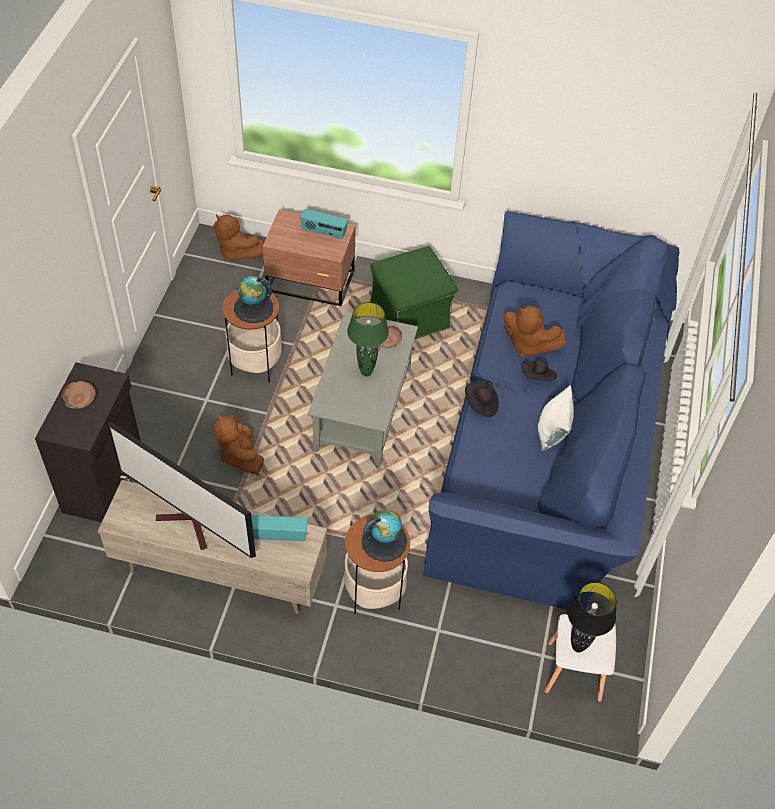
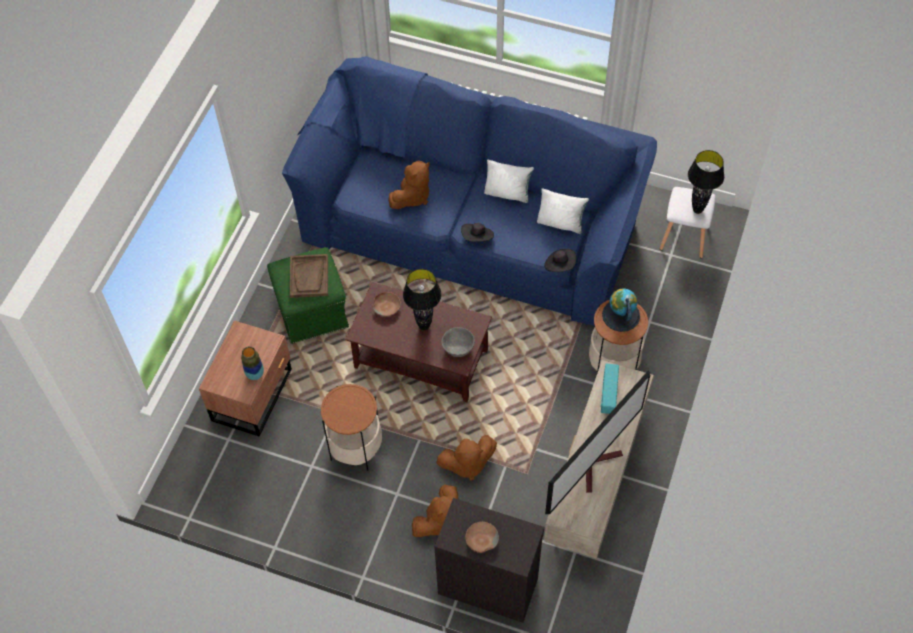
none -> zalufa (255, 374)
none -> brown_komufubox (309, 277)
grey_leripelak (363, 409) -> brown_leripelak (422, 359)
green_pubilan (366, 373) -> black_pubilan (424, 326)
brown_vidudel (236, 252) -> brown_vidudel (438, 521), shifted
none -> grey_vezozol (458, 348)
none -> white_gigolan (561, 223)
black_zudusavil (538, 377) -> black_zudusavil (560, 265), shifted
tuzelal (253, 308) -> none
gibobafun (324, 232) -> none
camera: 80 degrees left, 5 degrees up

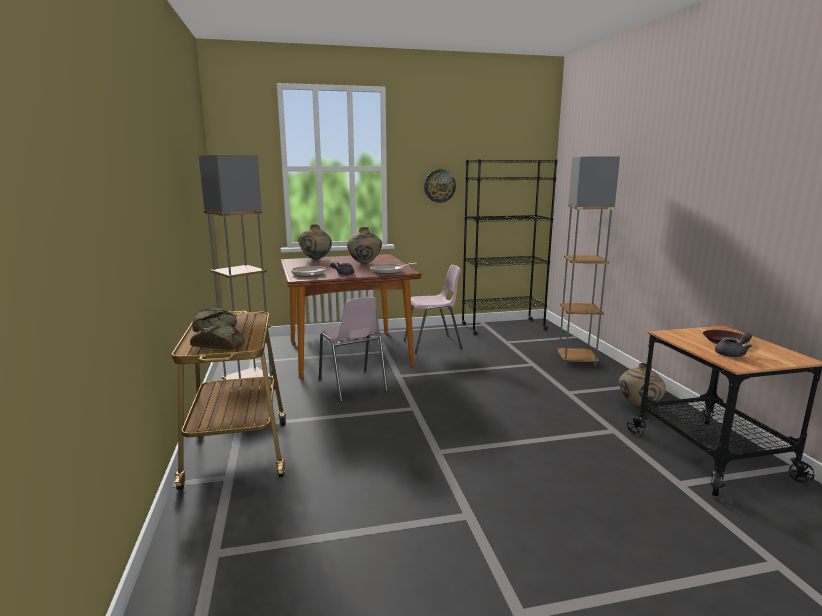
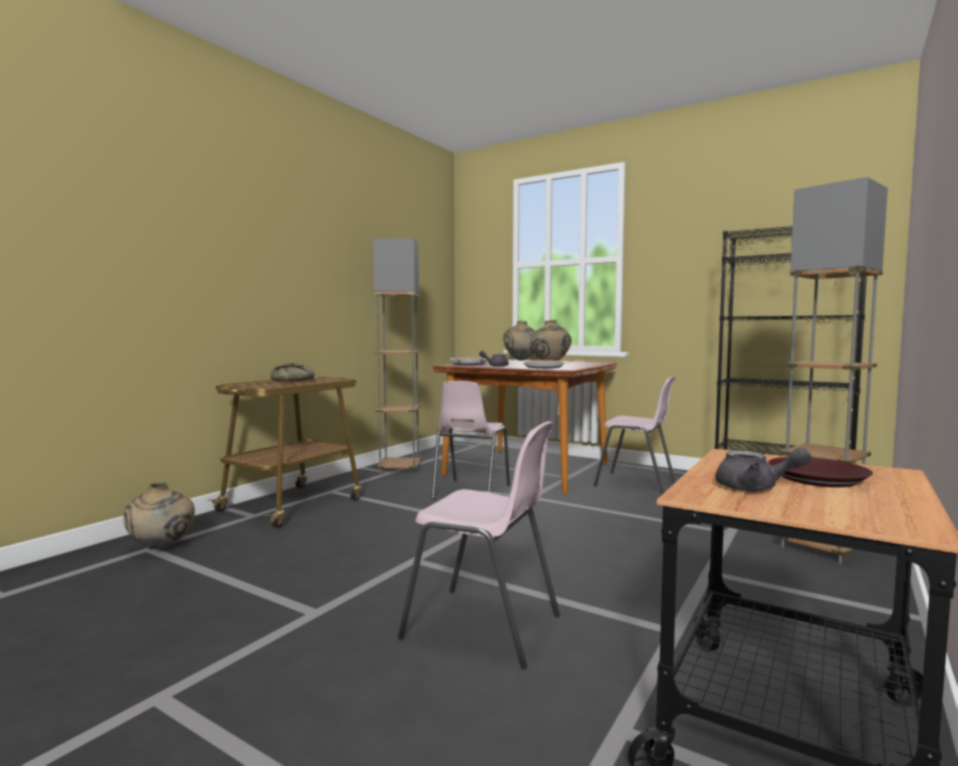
beige_zalufa (639, 407) -> beige_zalufa (162, 548), shifted
none -> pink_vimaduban (484, 627)
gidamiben (220, 345) -> none
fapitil (439, 186) -> none
camera: 45 degrees right, 10 degrees down

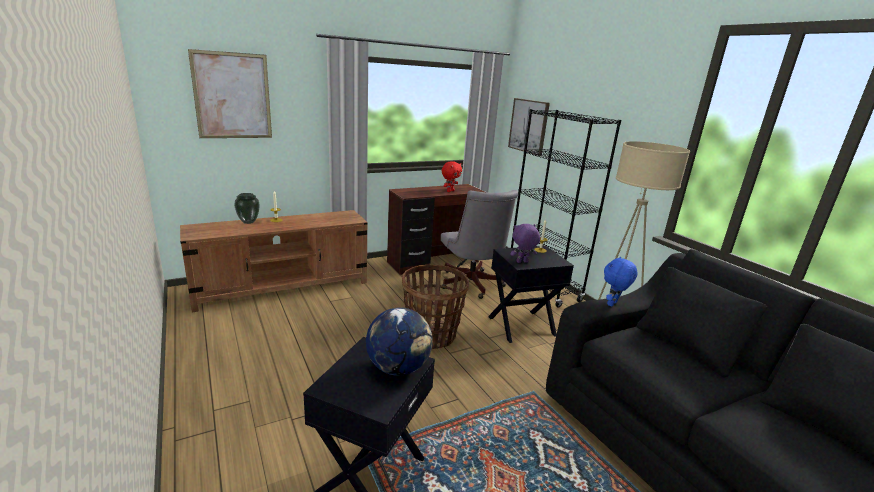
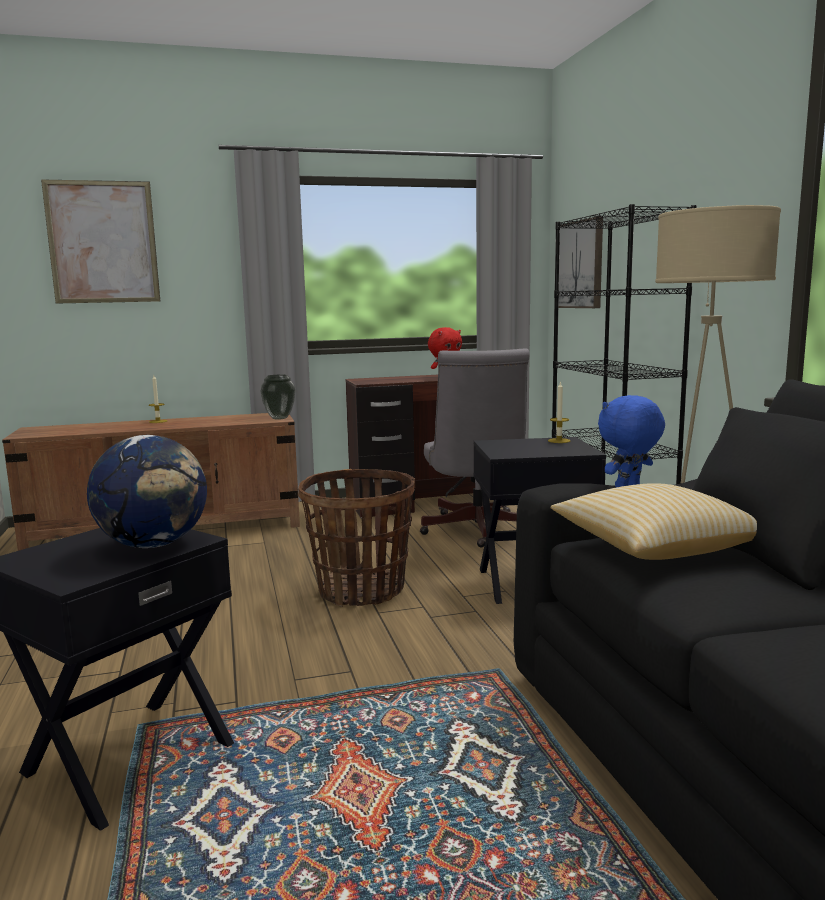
zalufa (249, 222) -> zalufa (280, 418), shifted
none -> gigolan (653, 547)
purple_vidudel (522, 262) -> none
camera: 15 degrees right, 10 degrees down

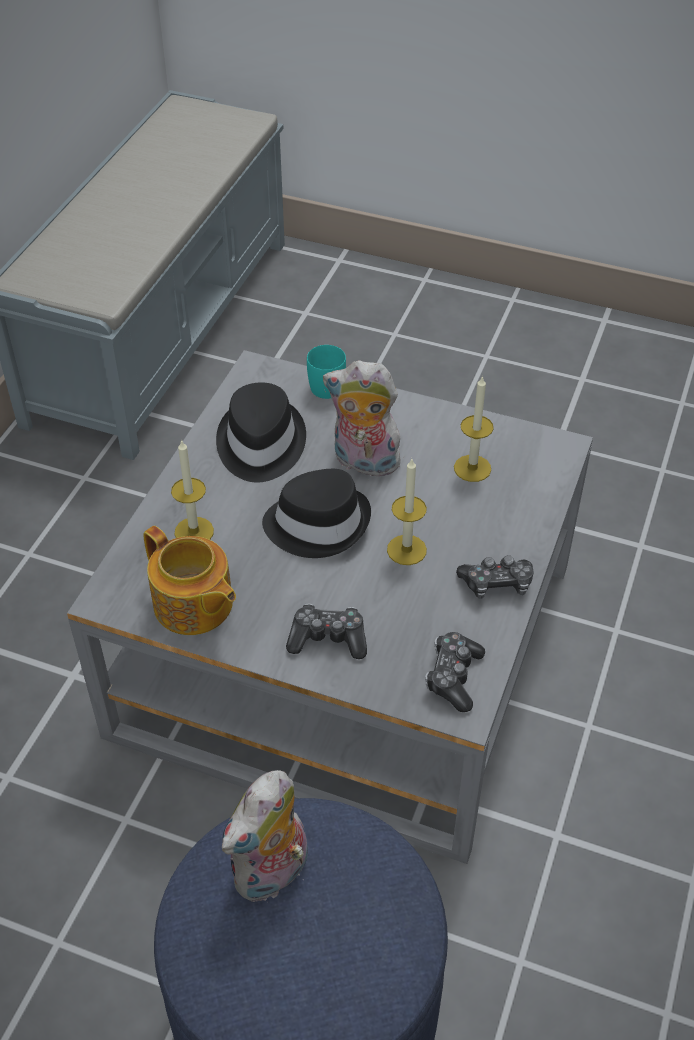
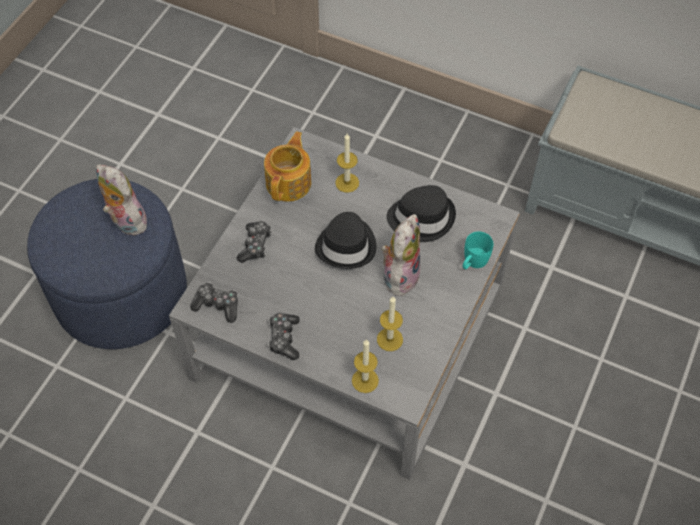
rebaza (193, 606) -> rebaza (289, 182), 150 degrees clockwise
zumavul (406, 550) -> zumavul (365, 380), shifted
camera: 95 degrees right, 10 degrees up

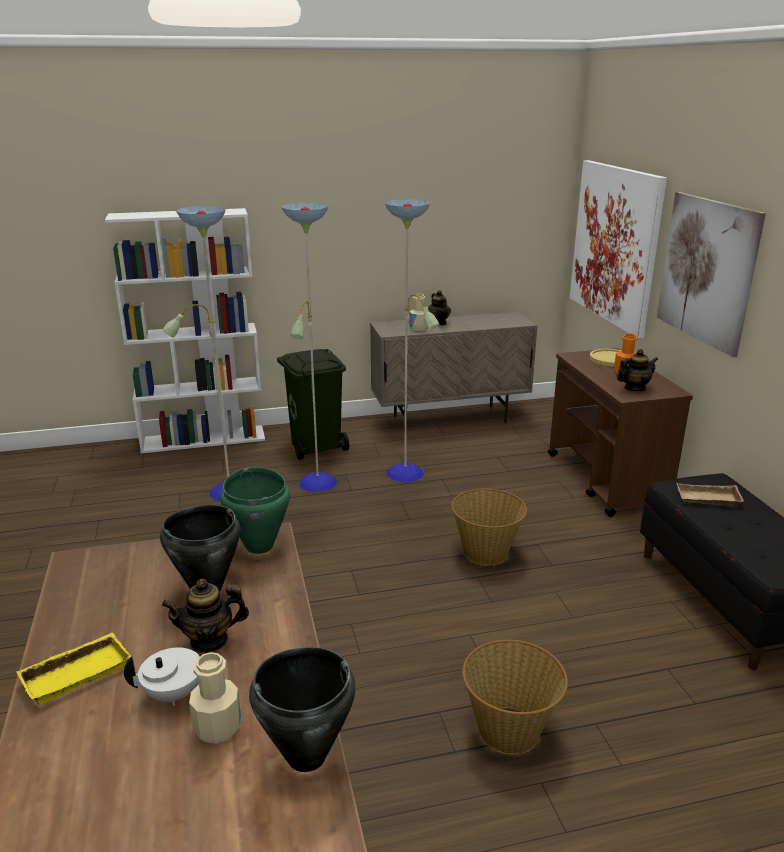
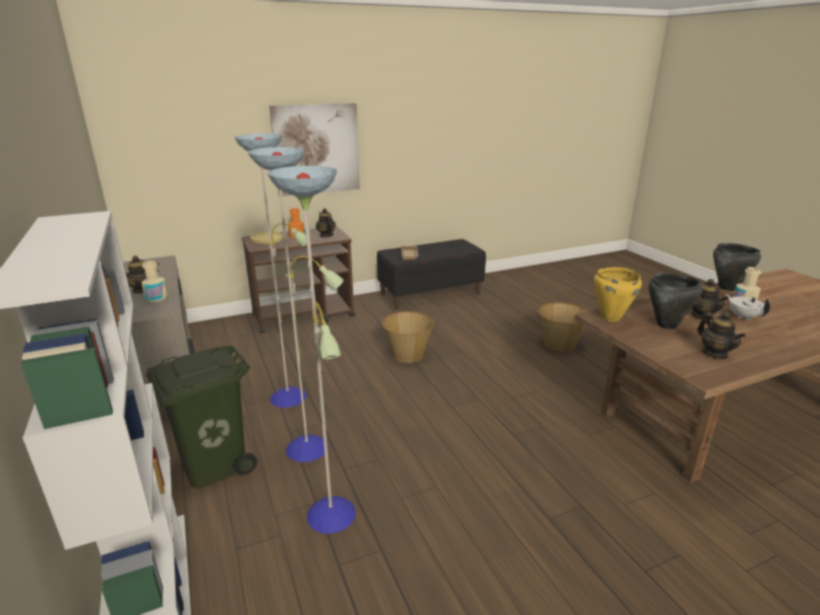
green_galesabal (260, 546) -> yellow_galesabal (610, 317)
none -> rebaza (714, 353)
yellow_komufubox (77, 672) -> none
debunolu (615, 245) -> none
camera: 100 degrees left, 0 degrees up

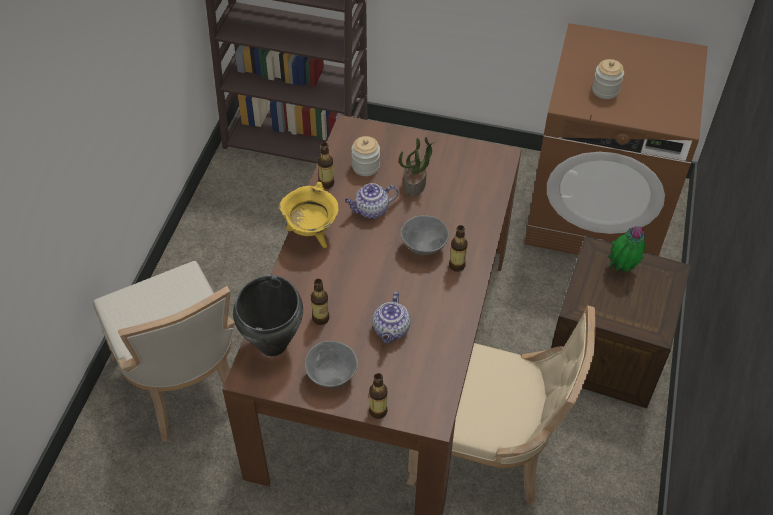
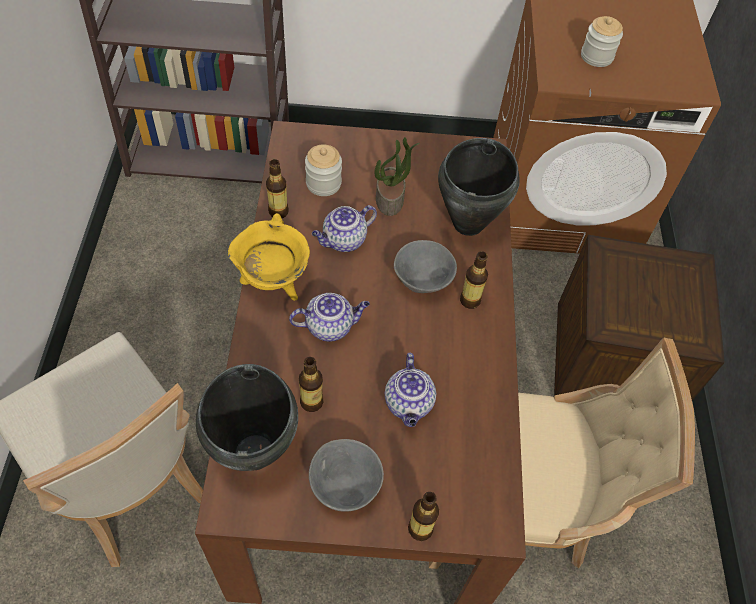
none -> rebaza (330, 326)
none -> black_galesabal (469, 223)
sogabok (621, 269) -> none
camera: 15 degrees left, 5 degrees up

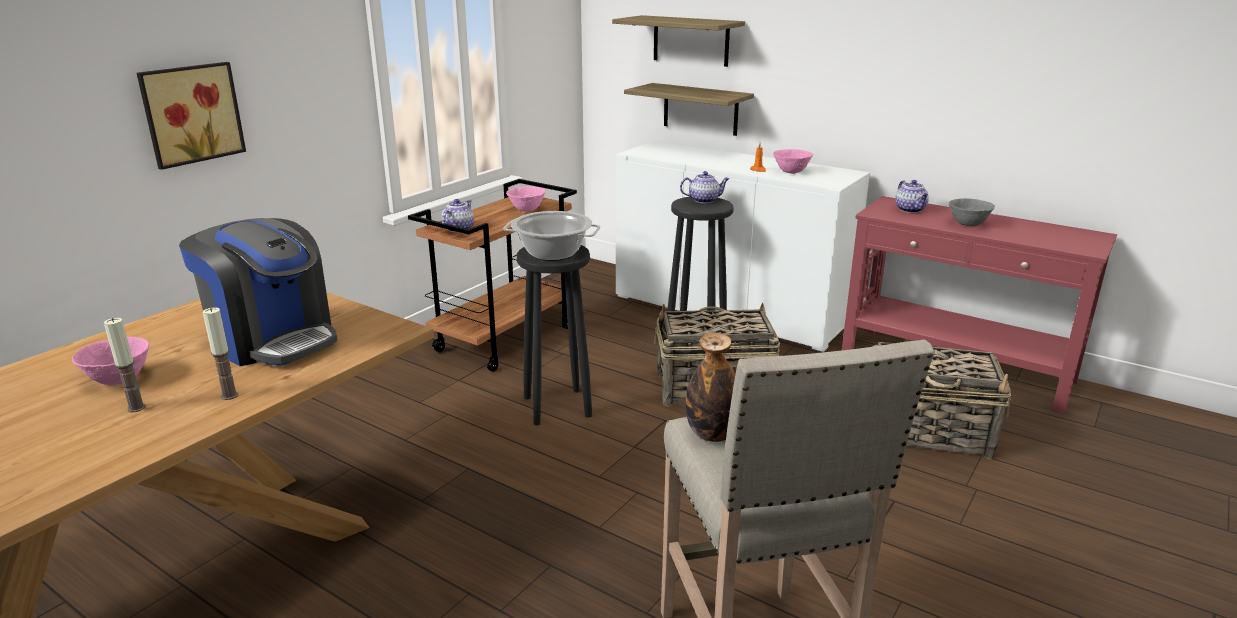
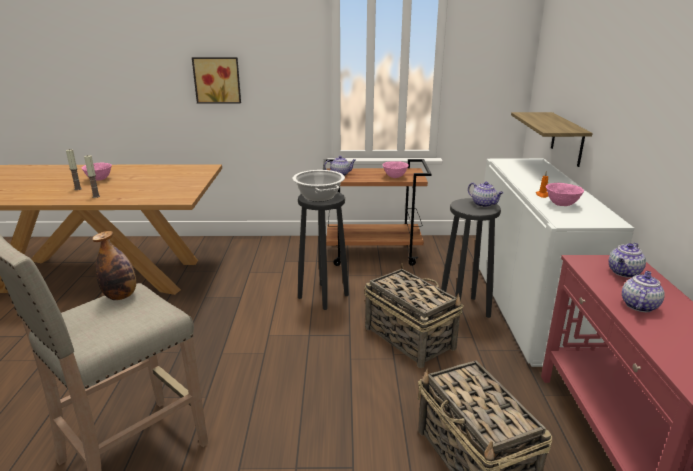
grey_vezozol (967, 224) -> rebaza (638, 305)
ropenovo (272, 339) -> none
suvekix (690, 40) -> none
camera: 55 degrees right, 0 degrees up

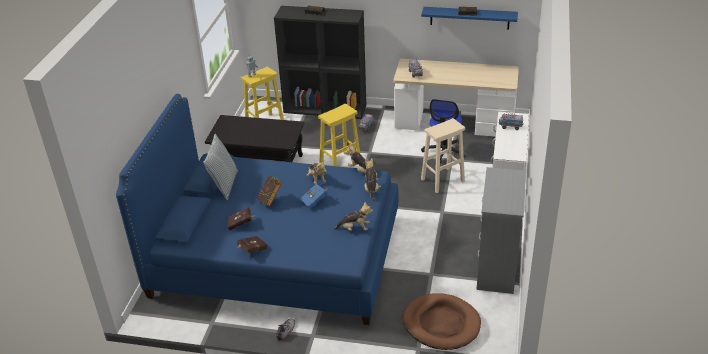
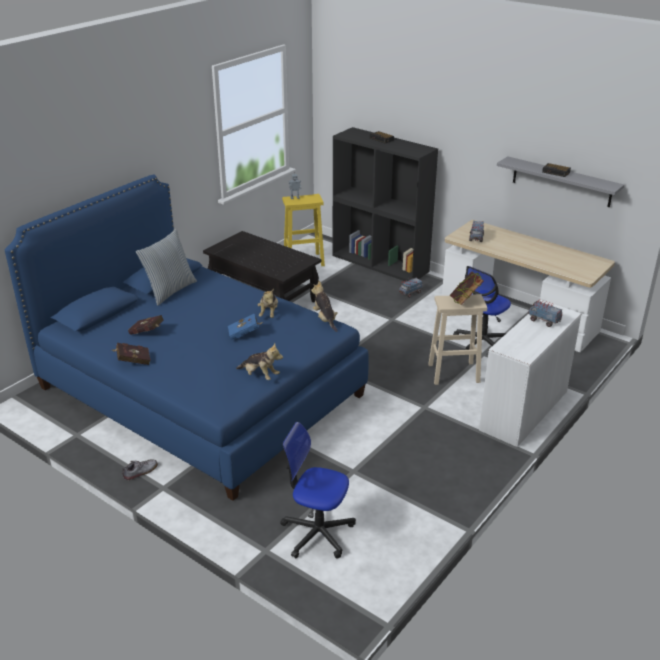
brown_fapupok (441, 324) -> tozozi (317, 533)
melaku (270, 201) -> melaku (465, 302), shifted
blue_suvekix (469, 18) -> grey_suvekix (561, 182)
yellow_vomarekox (341, 164) -> none
vidudel (371, 189) -> none
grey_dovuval (496, 268) -> none
camera: 25 degrees right, 5 degrees down

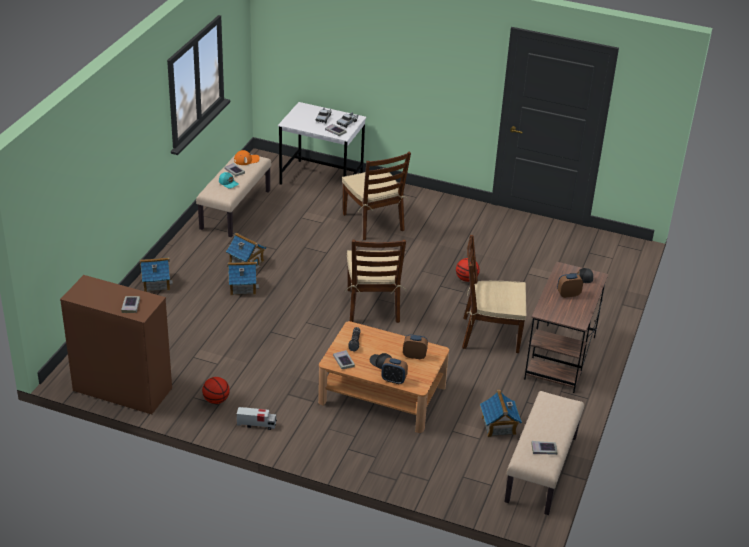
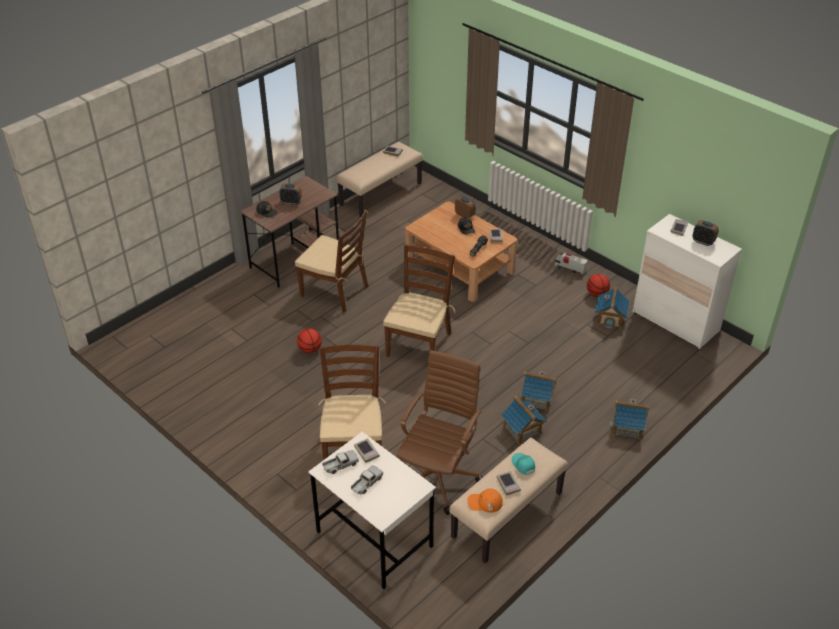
none -> brown_tozozi (438, 476)
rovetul (498, 426) -> rovetul (610, 318), shifted
brown_dovuval (122, 390) -> white_dovuval (675, 321)
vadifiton (414, 355) -> vadifiton (703, 242), shifted
camera: 155 degrees left, 5 degrees up

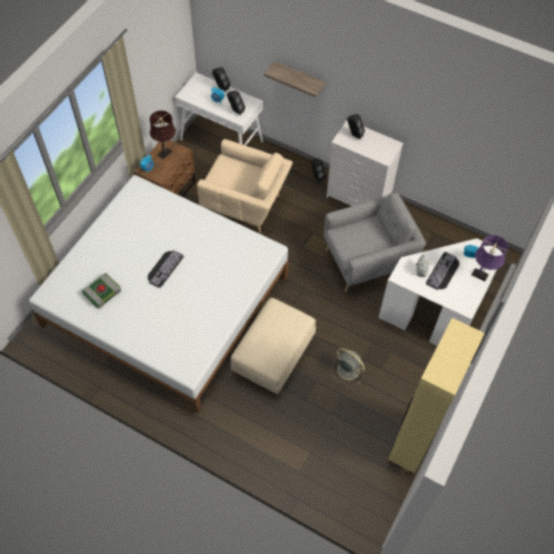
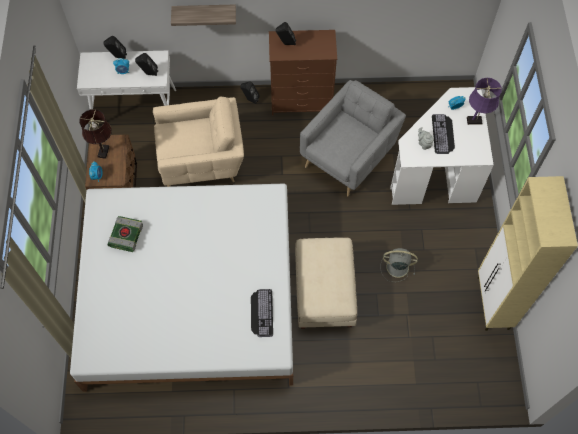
melaku (102, 292) -> melaku (126, 235), shifted
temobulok (164, 267) -> temobulok (261, 312), shifted
white_dovuval (359, 198) -> brown_dovuval (302, 100)
camera: 30 degrees left, 5 degrees up

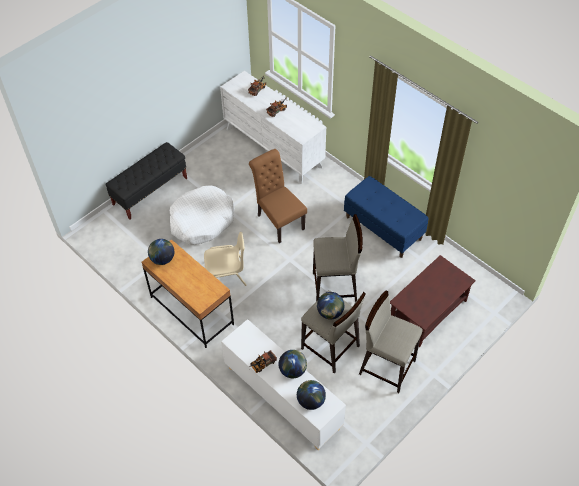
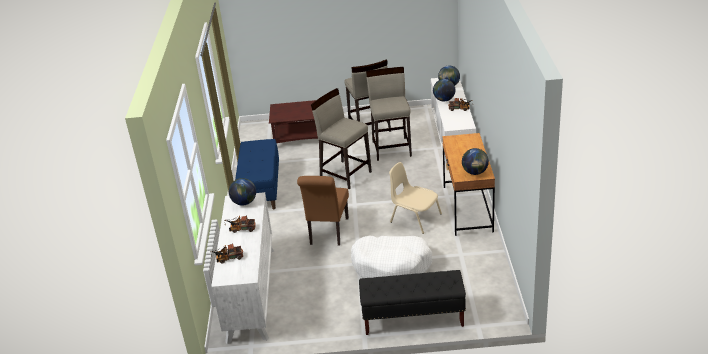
tuzelal (330, 313) -> tuzelal (244, 202), shifted
camera: 135 degrees left, 20 degrees down

